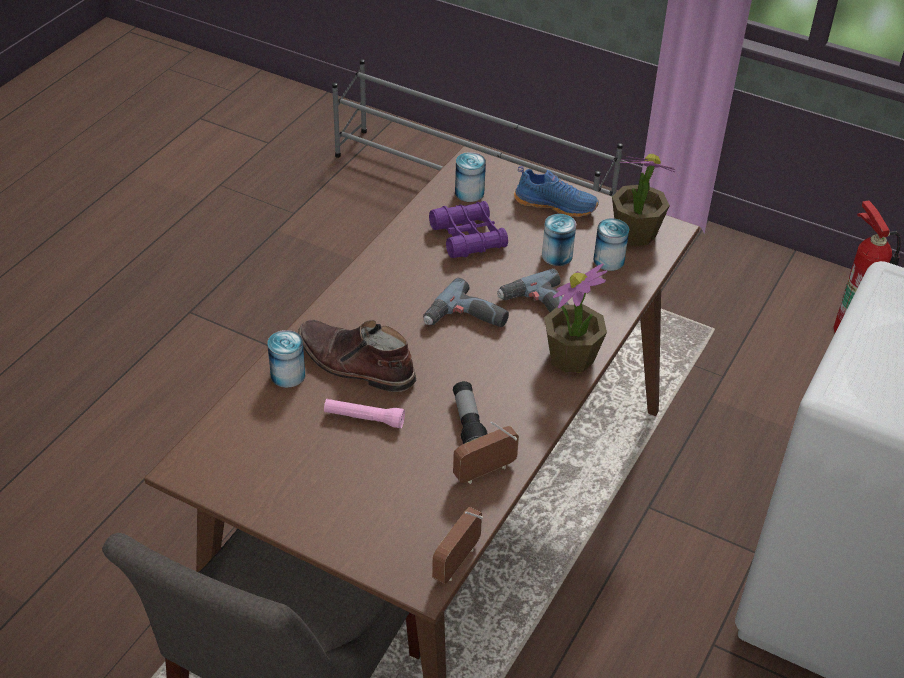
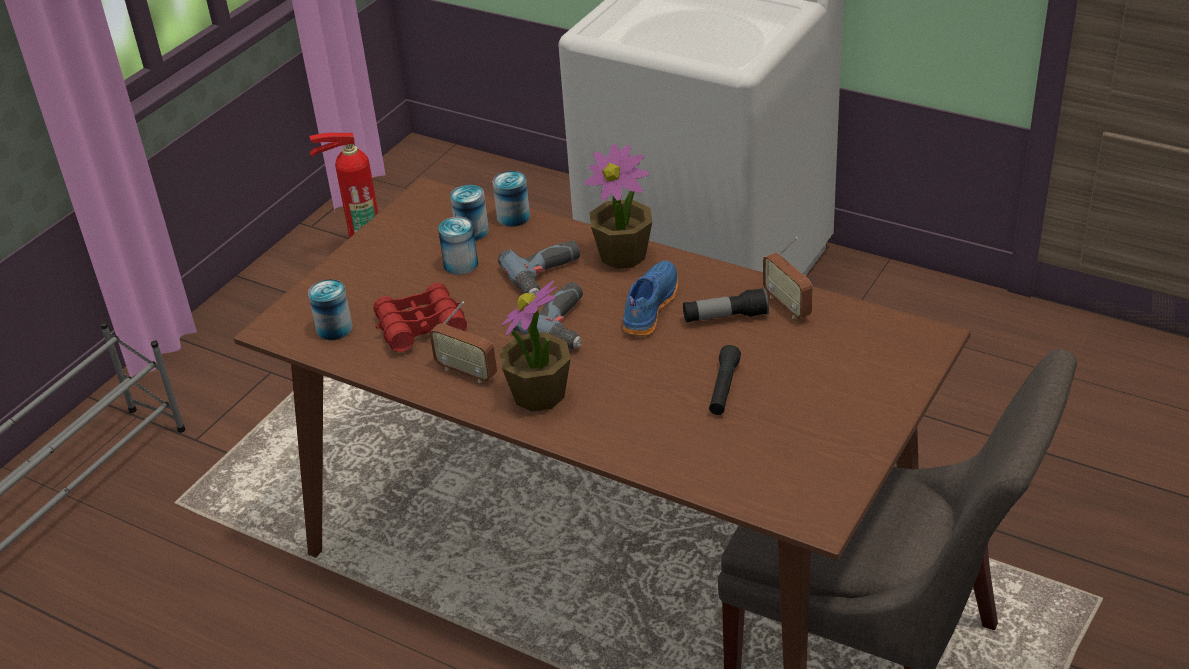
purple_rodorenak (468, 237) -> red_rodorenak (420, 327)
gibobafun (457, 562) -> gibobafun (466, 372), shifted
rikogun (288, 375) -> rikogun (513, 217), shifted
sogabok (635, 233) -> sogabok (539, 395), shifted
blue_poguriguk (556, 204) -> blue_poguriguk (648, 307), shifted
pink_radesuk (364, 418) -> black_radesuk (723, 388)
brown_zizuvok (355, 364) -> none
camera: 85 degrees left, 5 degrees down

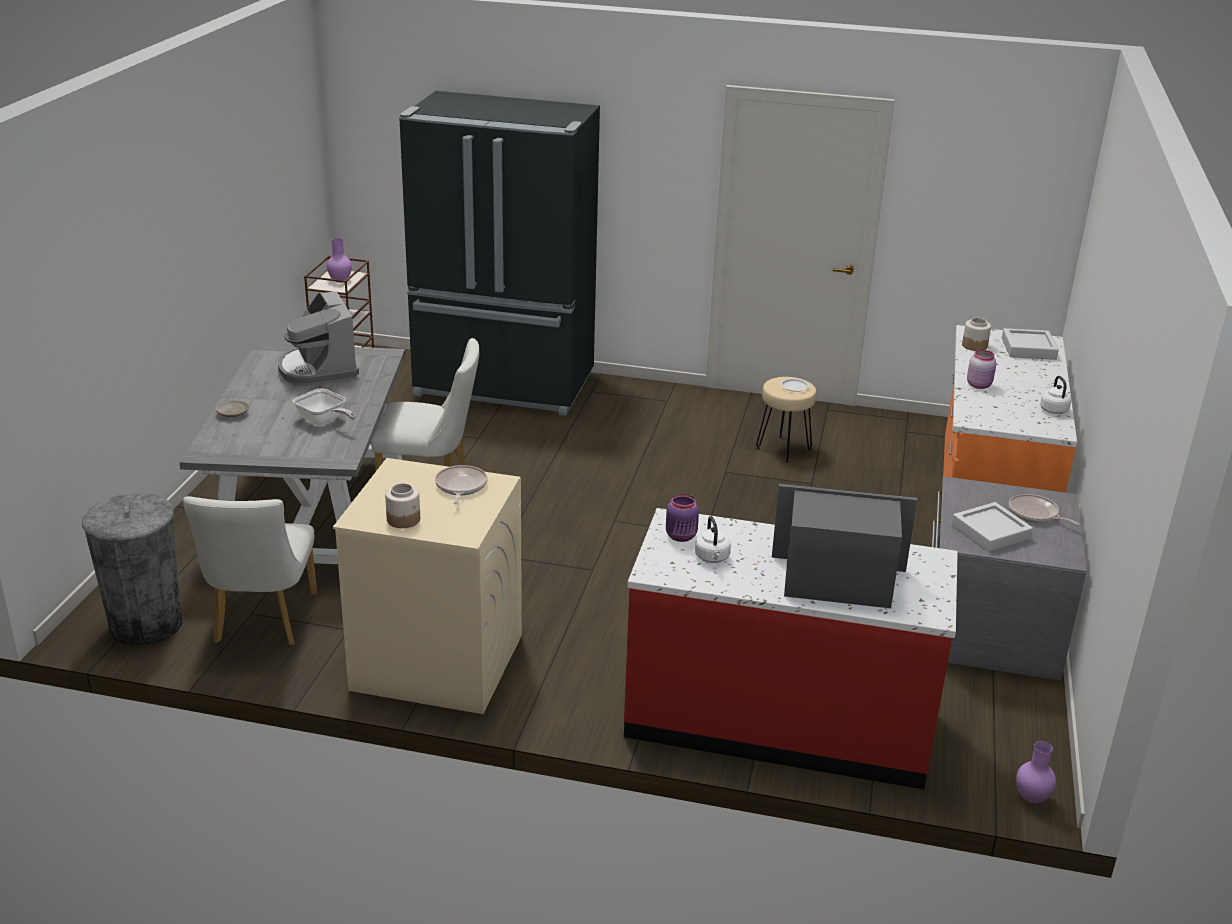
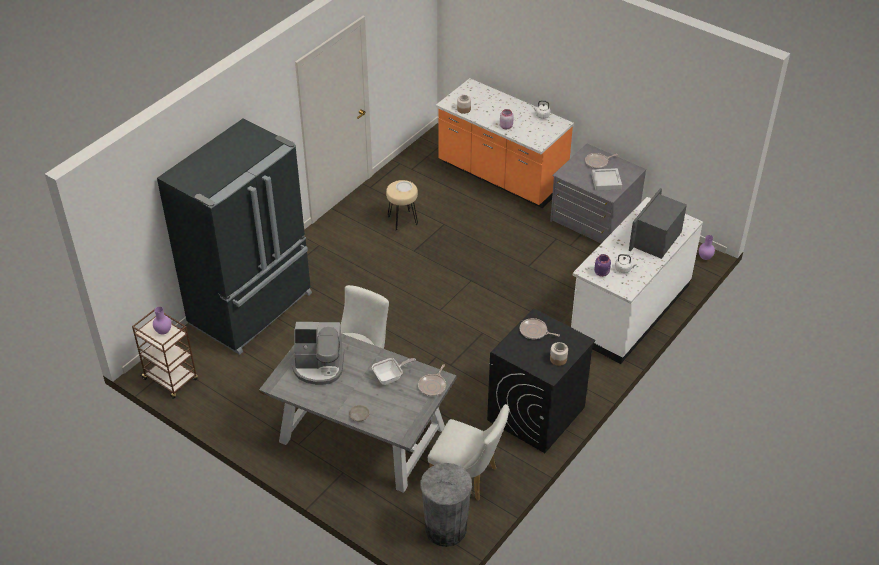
none -> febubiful (433, 386)
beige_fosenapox (436, 662) -> black_fosenapox (536, 414)
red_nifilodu (779, 720) -> white_nifilodu (629, 310)
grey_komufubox (1028, 349) -> none
camera: 65 degrees left, 15 degrees up

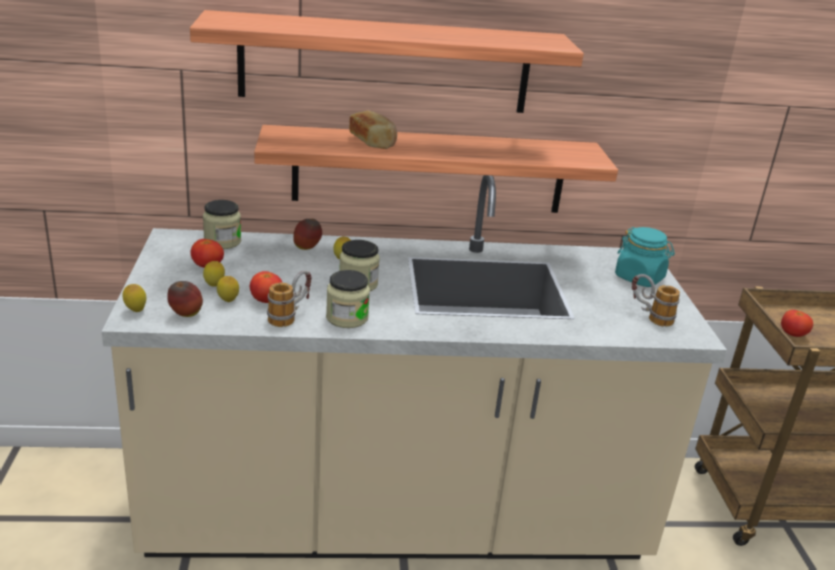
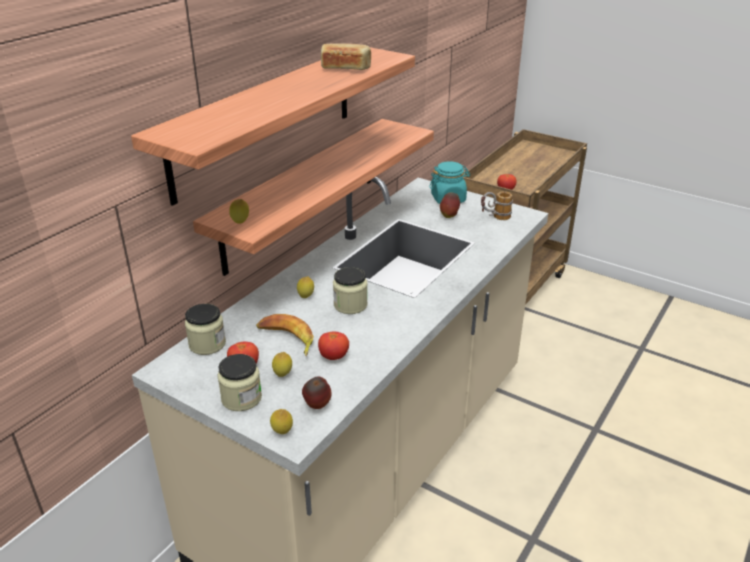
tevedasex (347, 318) -> tevedasex (241, 398), shifted
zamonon (228, 302) -> zamonon (240, 223), shifted
none -> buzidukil (286, 339)
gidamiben (373, 141) -> gidamiben (345, 68), shifted
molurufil (307, 248) -> molurufil (449, 216), shifted
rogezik (290, 316) -> none
camera: 50 degrees left, 5 degrees up

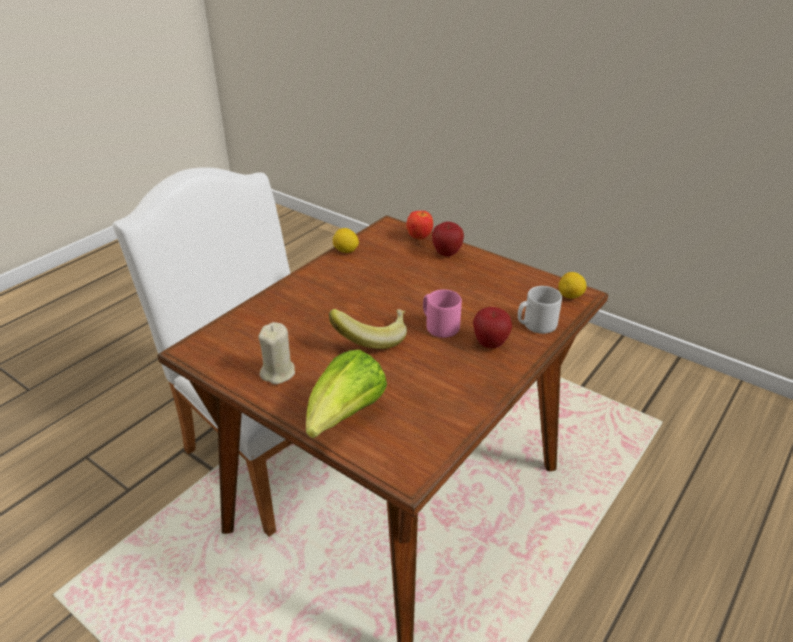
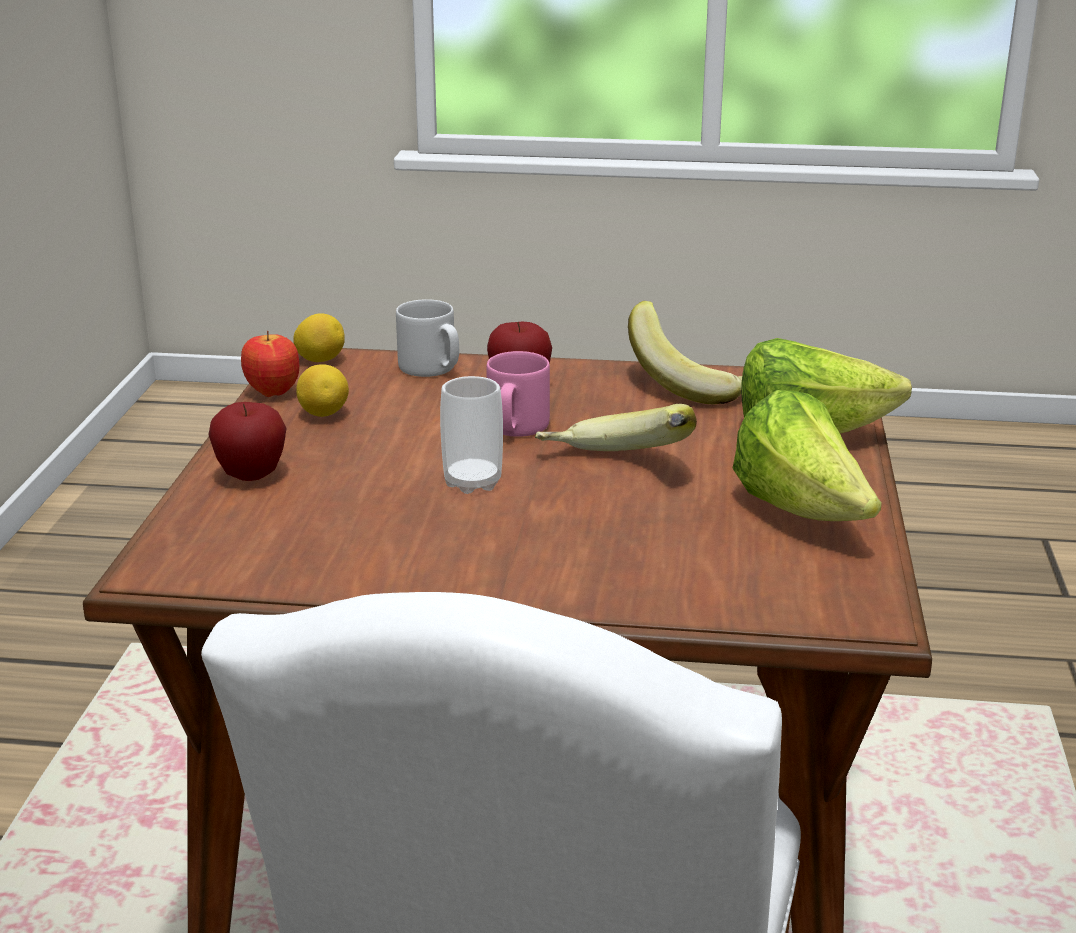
molurufil (419, 237) -> molurufil (272, 393), shifted
zamonon (346, 251) -> zamonon (324, 414), shifted
none -> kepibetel (472, 482)
none -> buzidukil (695, 386)
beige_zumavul (278, 373) -> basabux (802, 512)
camera: 120 degrees left, 10 degrees down

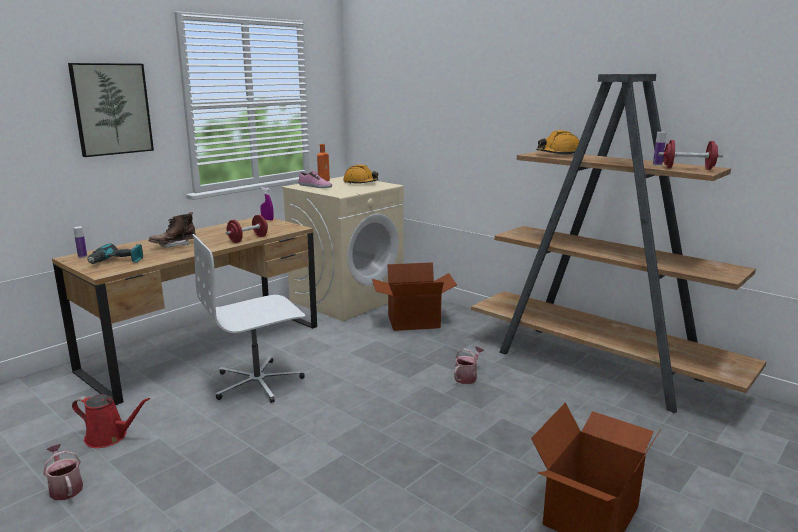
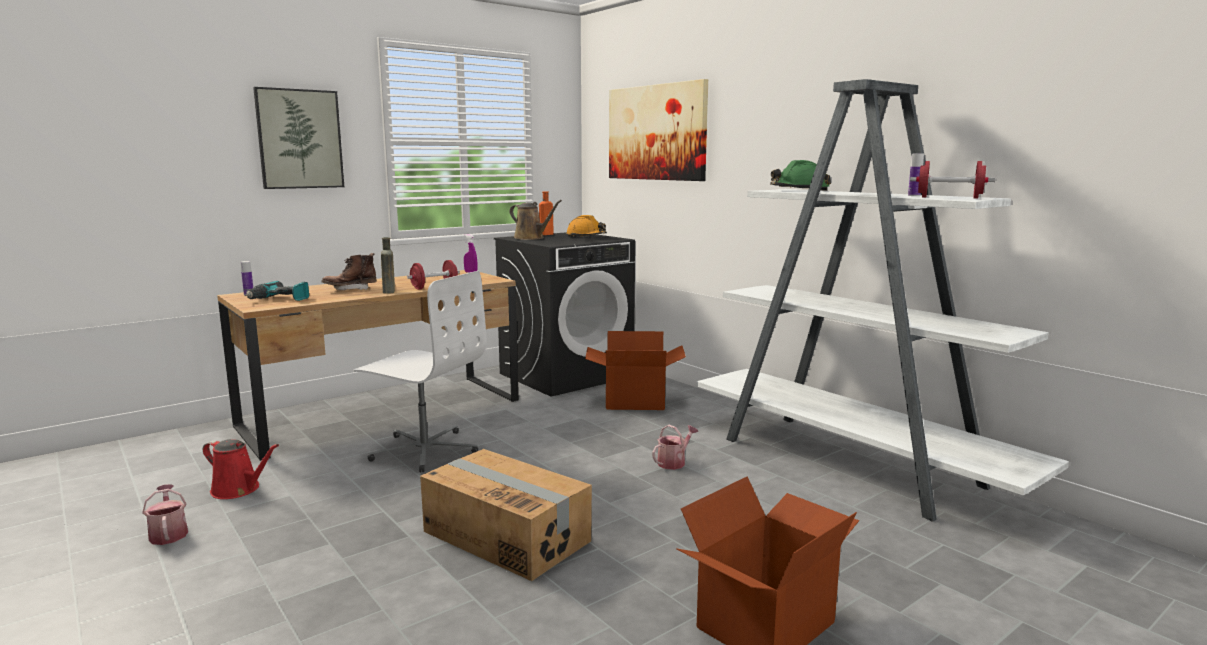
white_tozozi (258, 382) -> white_tozozi (424, 450), 135 degrees counterclockwise
none -> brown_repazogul (389, 292)
none -> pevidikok (507, 536)
beige_fosenapox (347, 299) -> black_fosenapox (566, 375)
poguriguk (315, 186) -> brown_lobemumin (531, 238)
none -> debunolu (656, 132)
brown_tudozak (600, 367) -> white_tudozak (852, 463)
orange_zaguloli (558, 155) -> green_zaguloli (799, 190)
camera: 10 degrees right, 5 degrees down

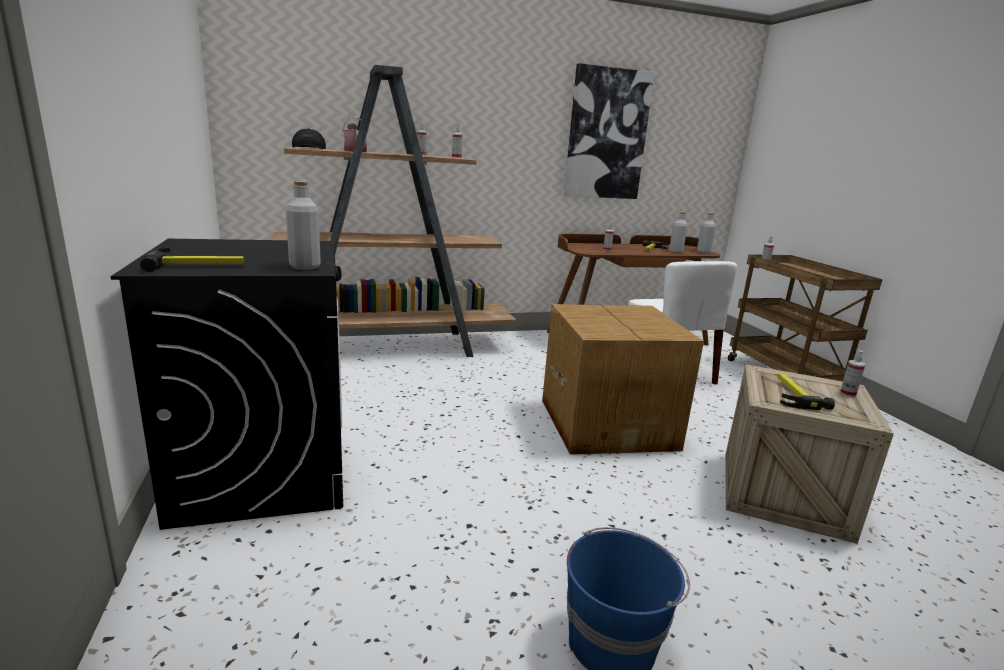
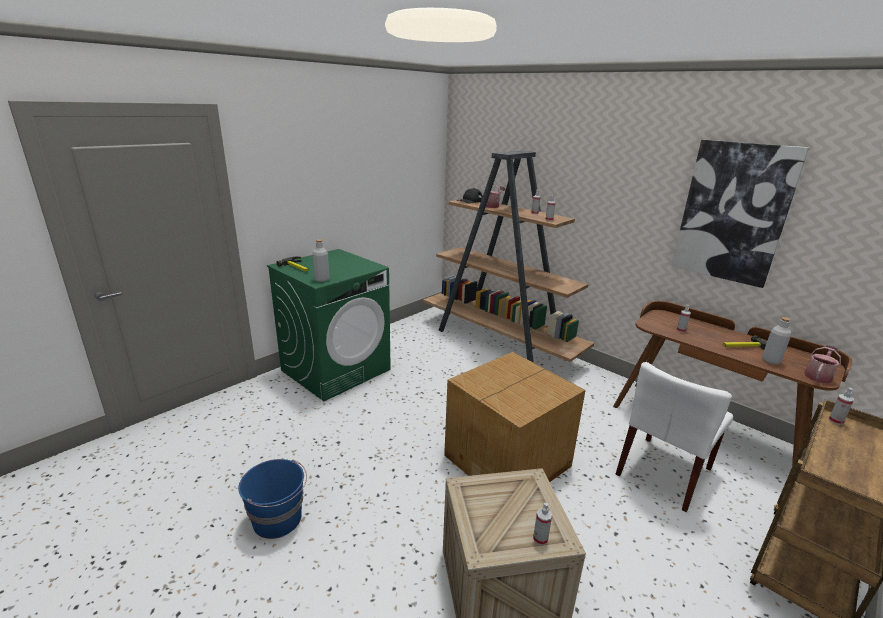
black_fosenapox (264, 469) -> green_fosenapox (336, 369)
grey_repazogul (703, 252) -> lobemumin (818, 376)
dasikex (791, 394) -> none
camera: 60 degrees right, 5 degrees up

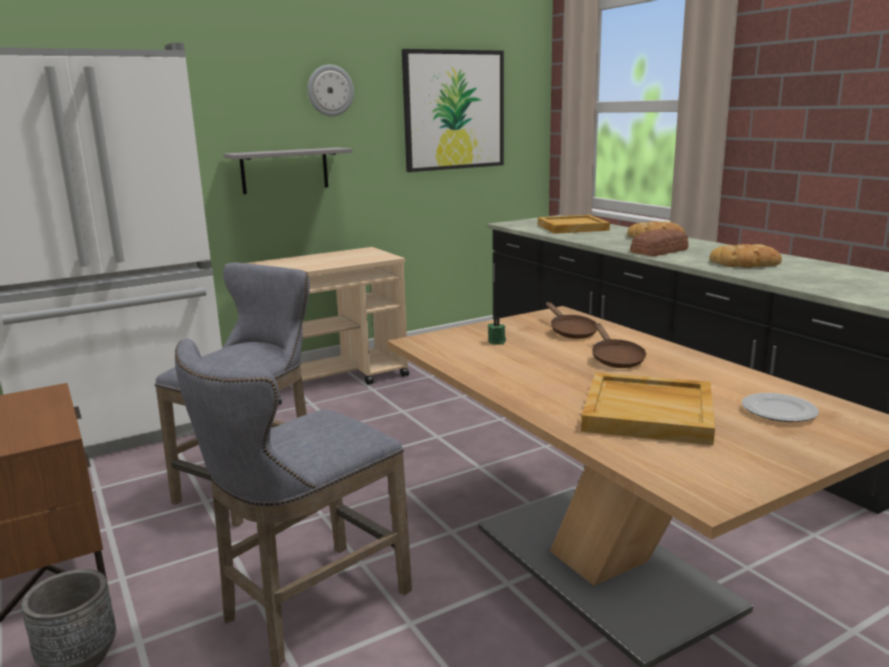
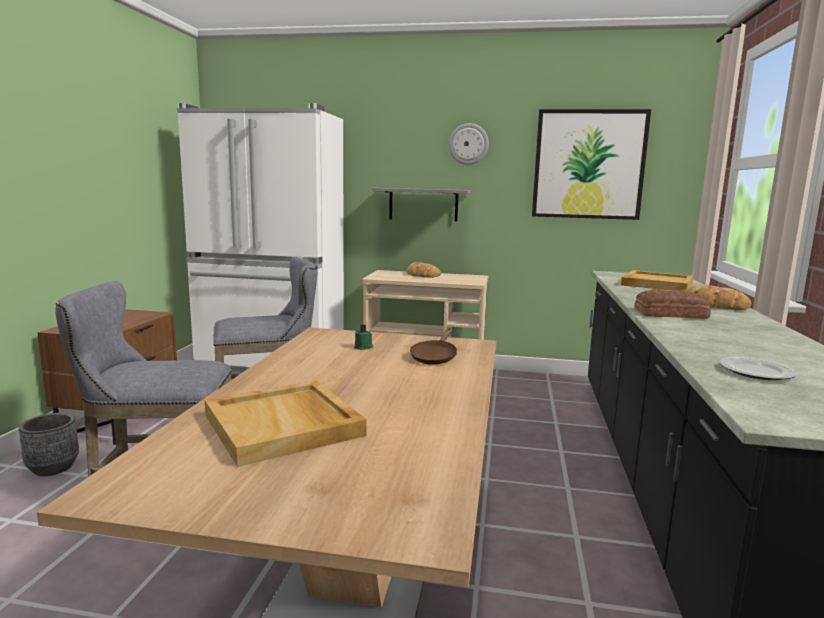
gidamiben (745, 264) -> gidamiben (422, 275), shifted
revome (778, 411) -> revome (755, 372), shifted
brown_febubiful (615, 359) -> none
camera: 40 degrees right, 5 degrees down

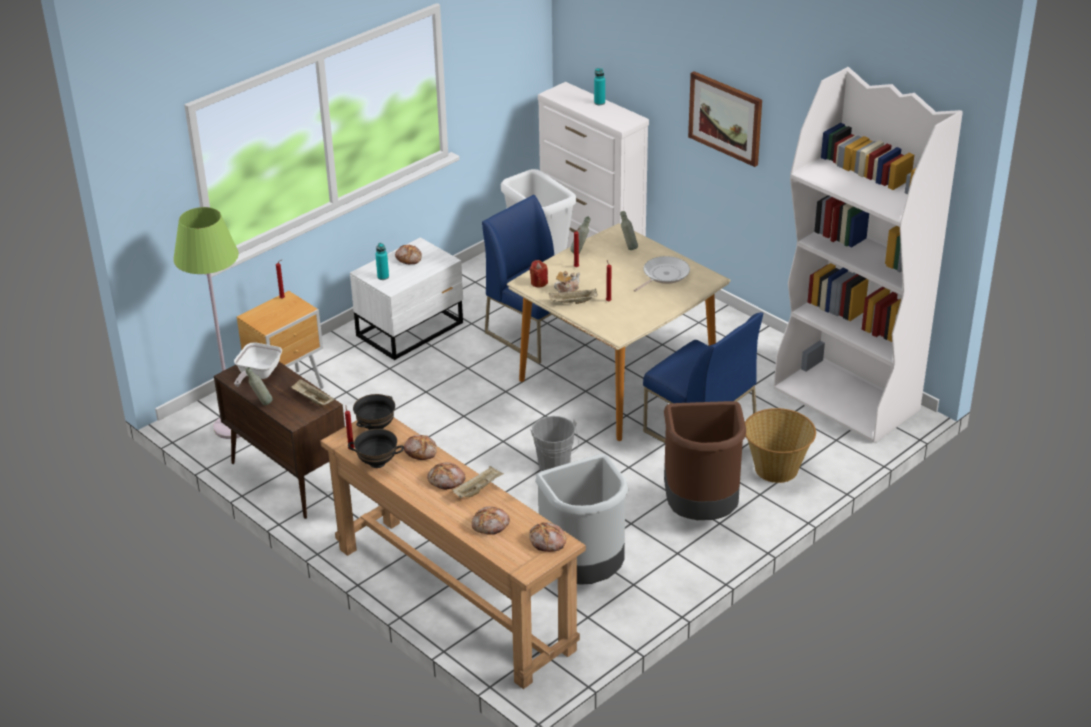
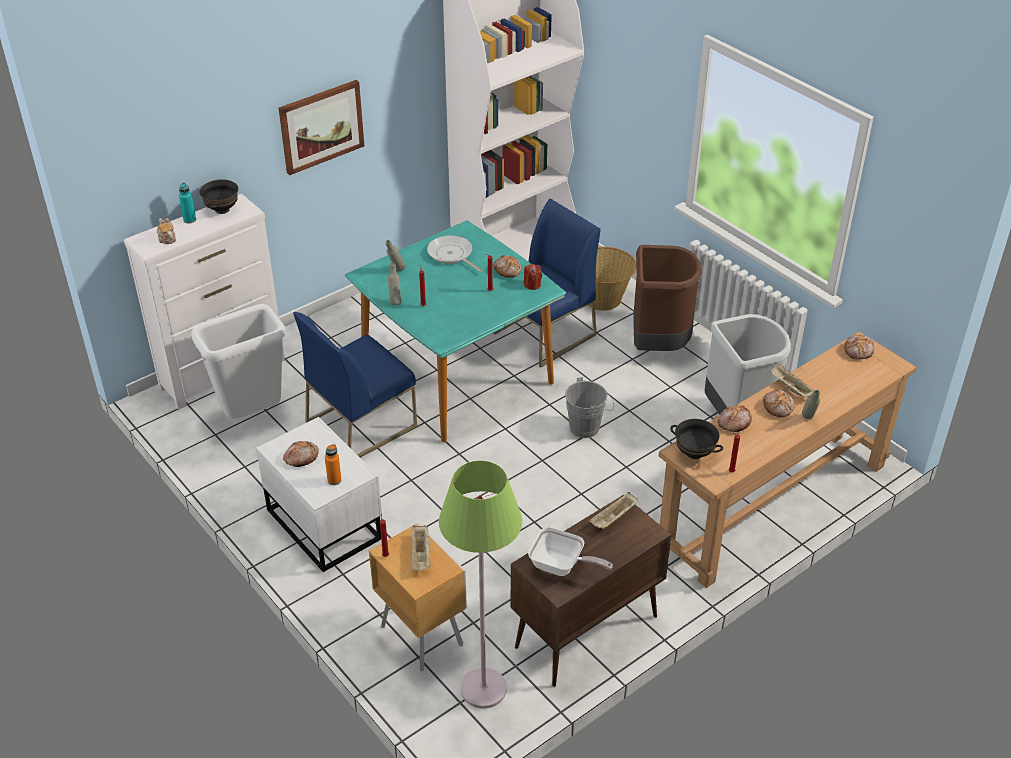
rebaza (567, 289) -> rebaza (166, 238), shifted
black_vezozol (377, 462) -> black_vezozol (222, 209), shifted
turquoise_repazogul (383, 277) -> orange_repazogul (334, 480)
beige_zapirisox (616, 380) -> turquoise_zapirisox (457, 376)
beige_komufubox (572, 302) -> beige_komufubox (421, 555), shifted
gidamiben (491, 525) -> gidamiben (508, 270), shifted
red_zumavul (539, 283) -> red_zumavul (532, 285), shifted
grey_repazogul (261, 403) -> grey_repazogul (808, 420), shifted
camera: 85 degrees left, 5 degrees up

